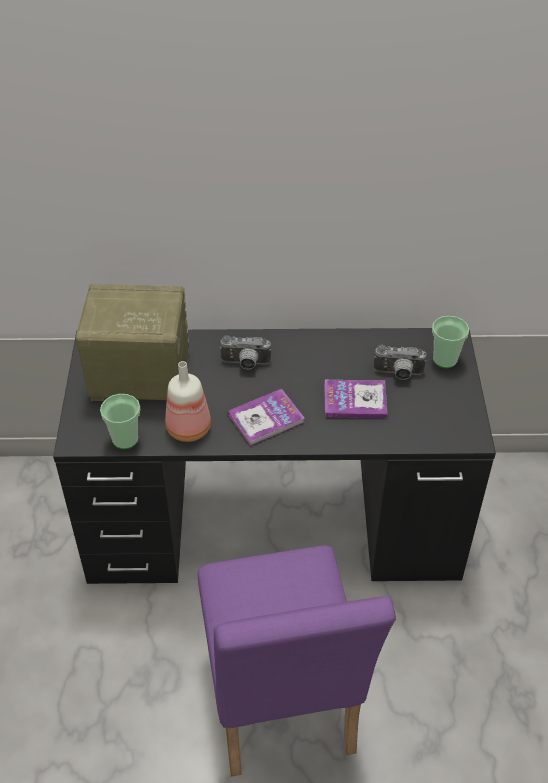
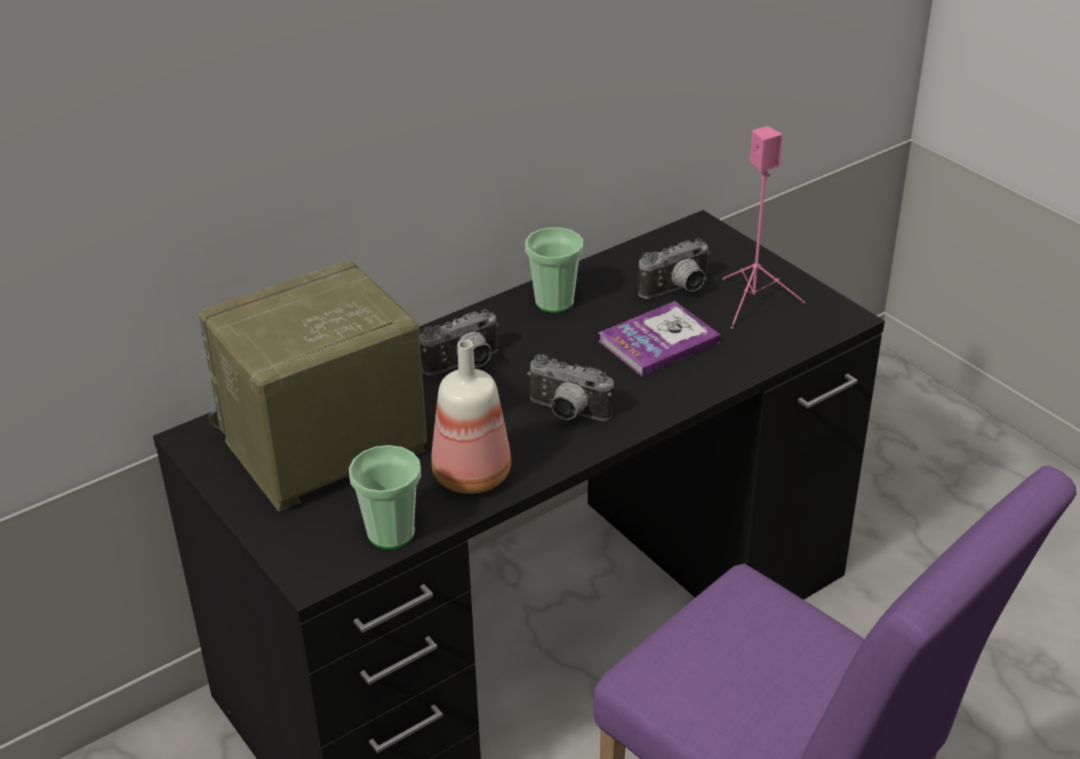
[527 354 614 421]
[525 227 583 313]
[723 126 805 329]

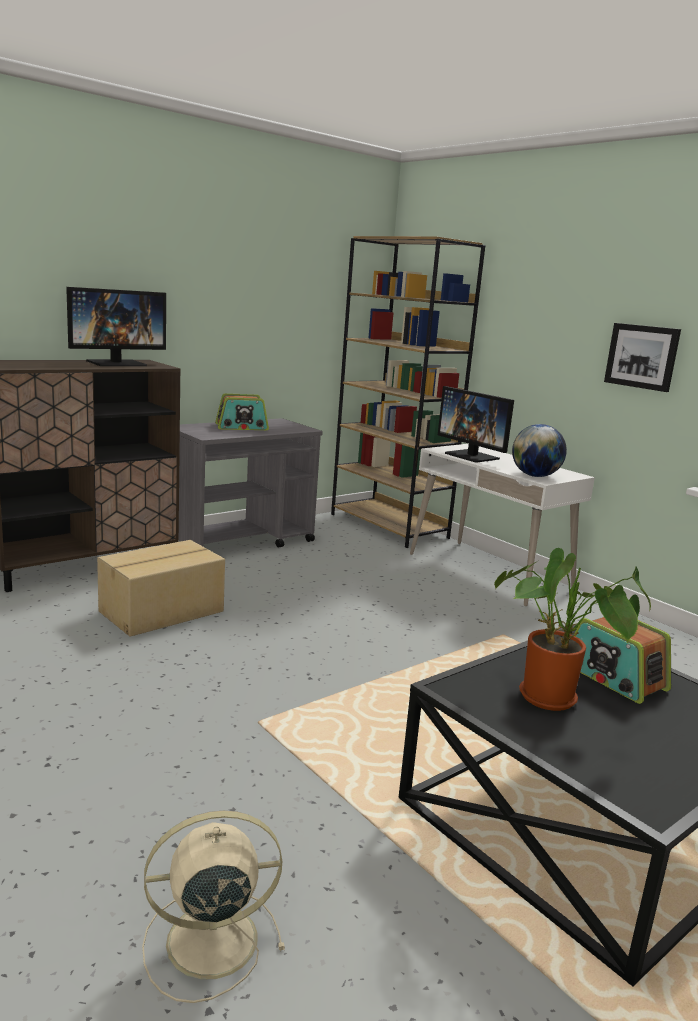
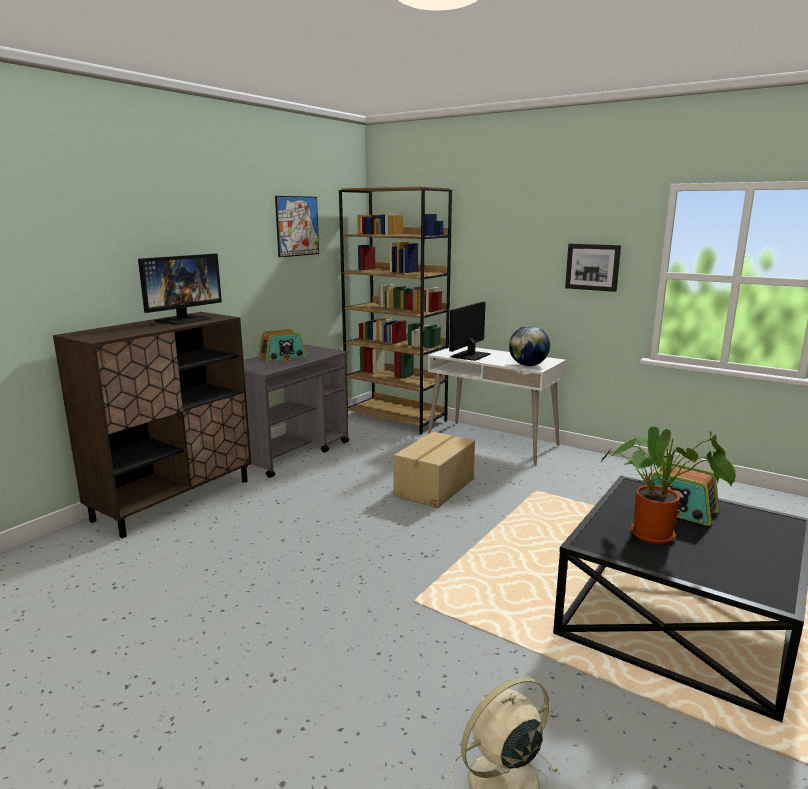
[393 432 475 508]
[449 301 490 361]
[275 196 319 257]

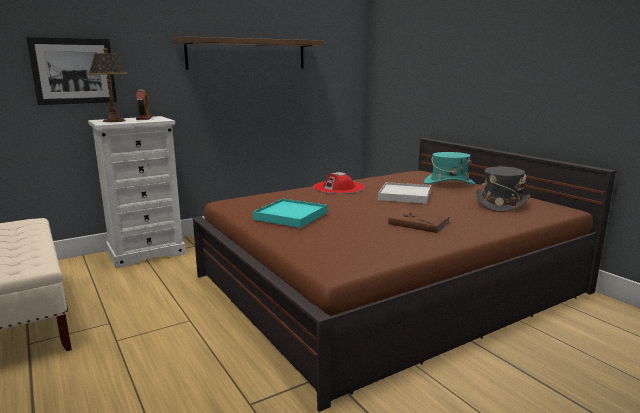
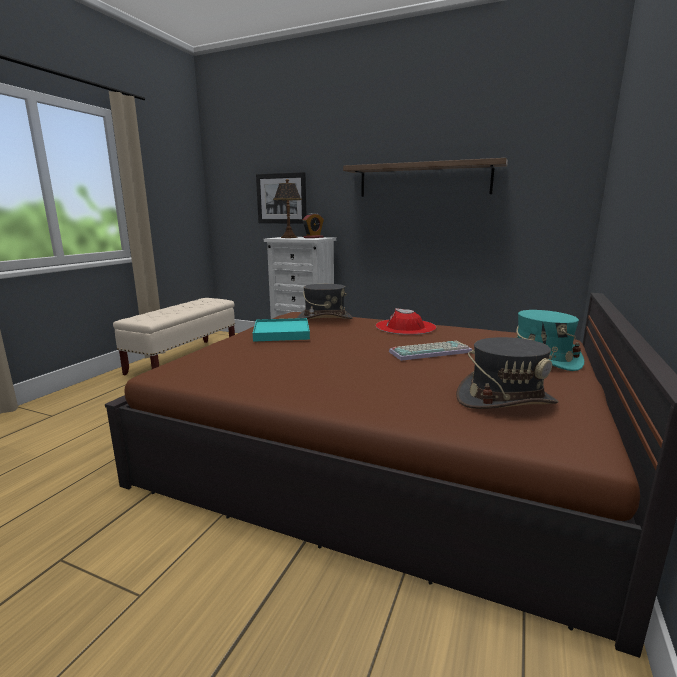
[389 341 472 361]
[388 209 450 233] (first image)
[297 284 353 320]

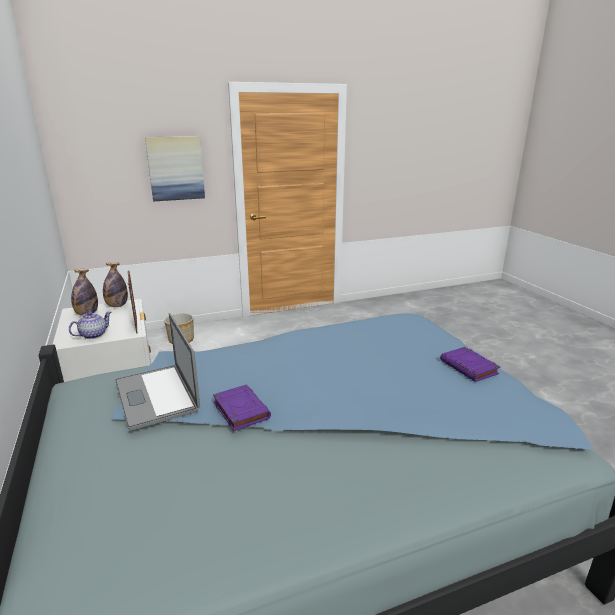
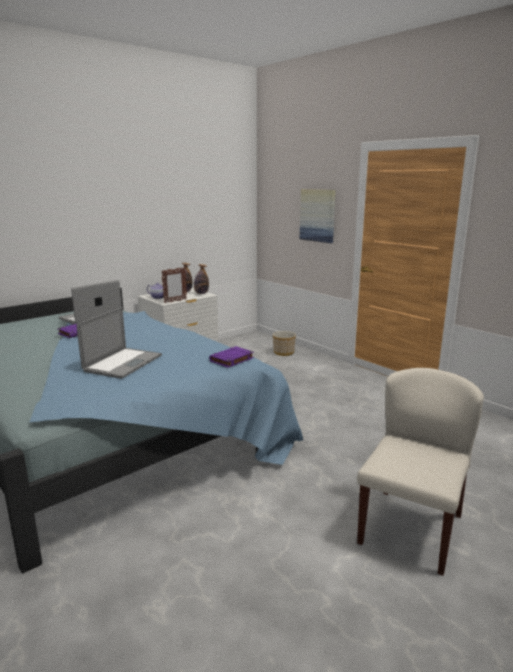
[209 346 254 368]
[77 307 162 379]
[357 368 484 576]

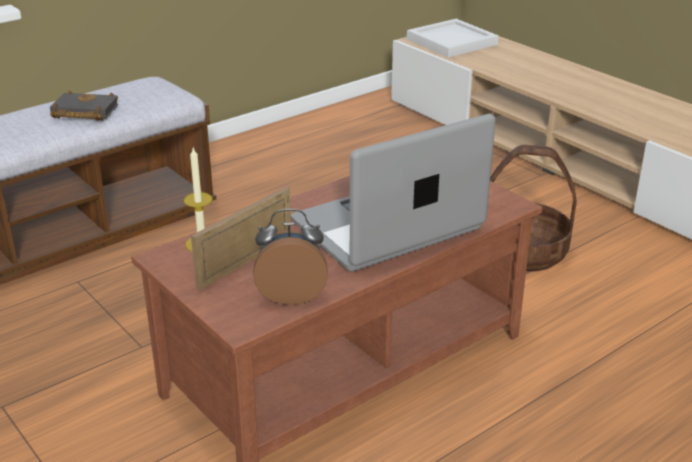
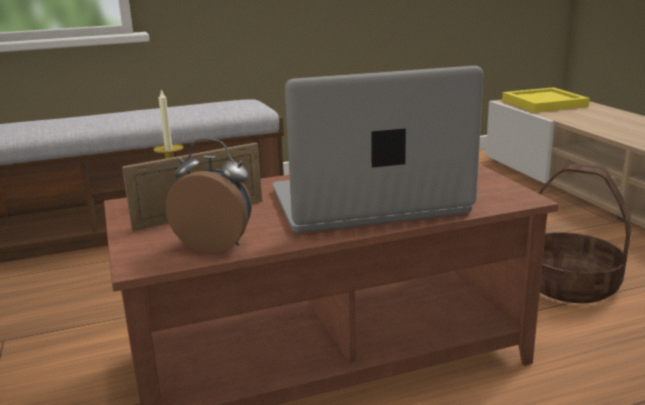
[50 91 119 121] (first image)
[502 87 590 113]

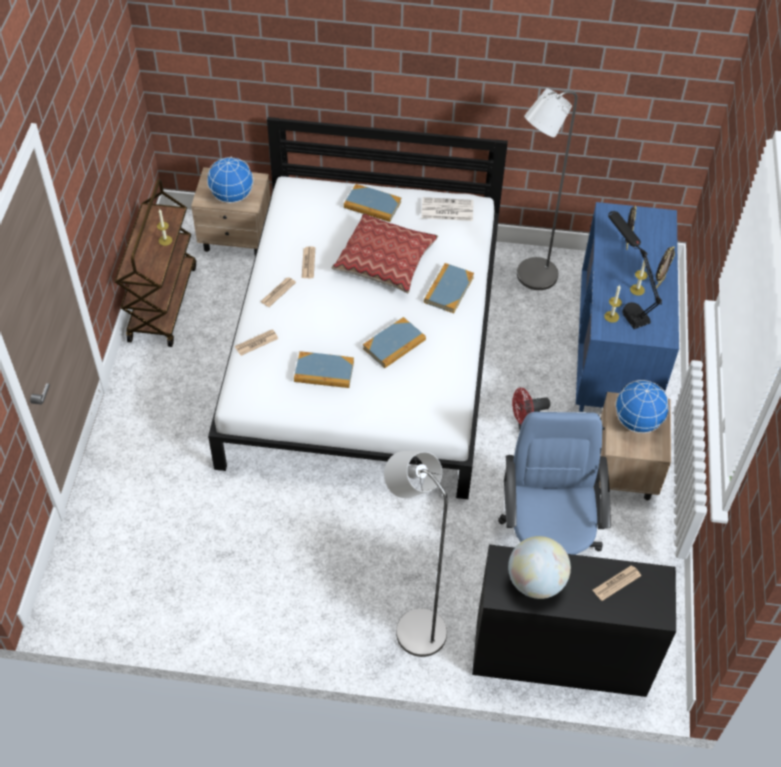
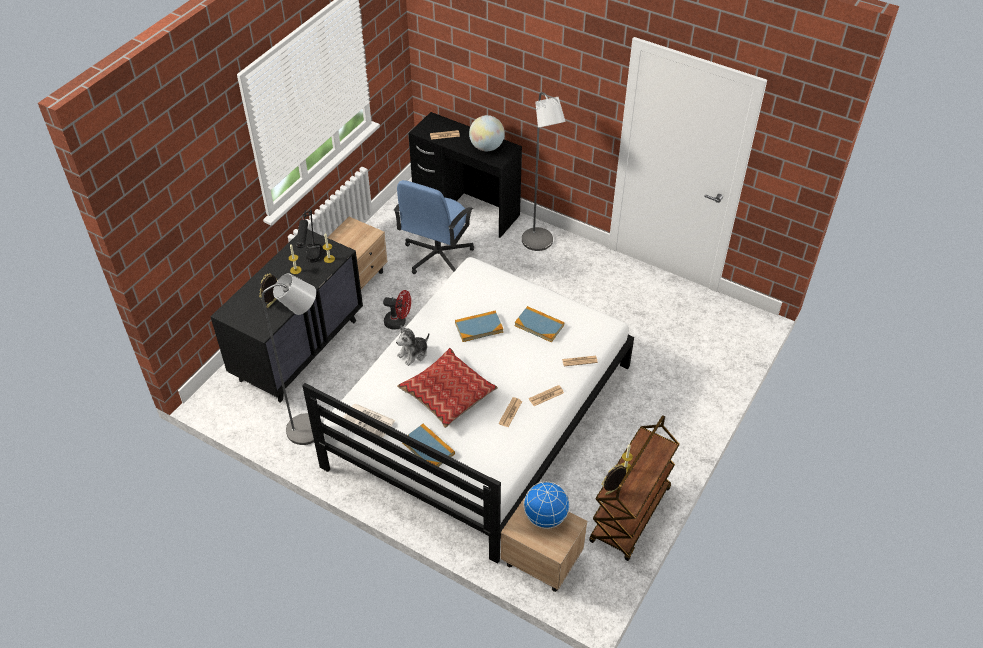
[396 325 429 366]
[210 229 363 403]
[616 380 669 433] (first image)
[601 464 627 495]

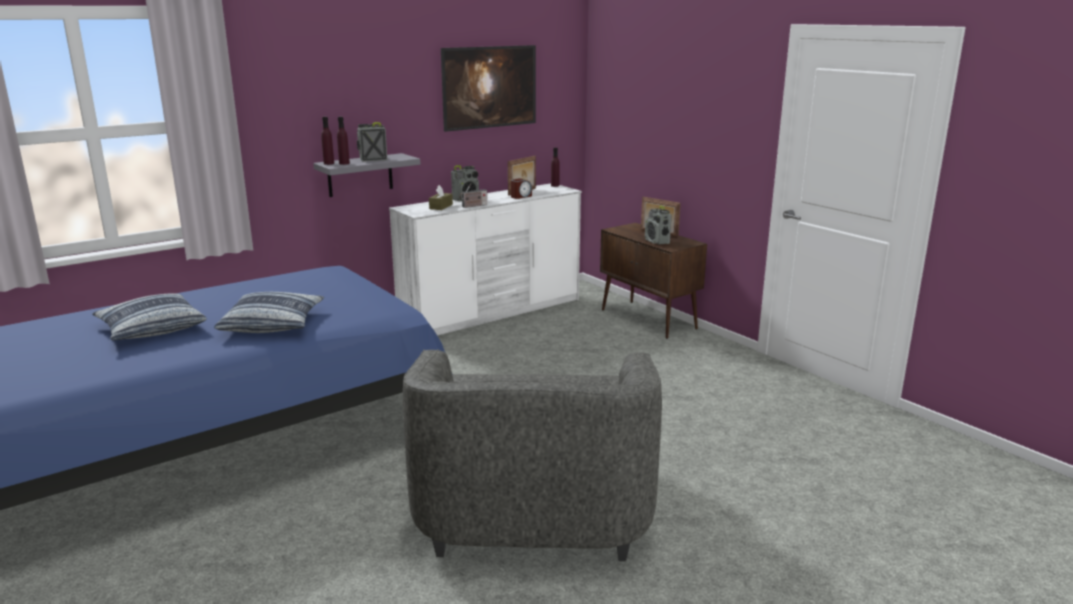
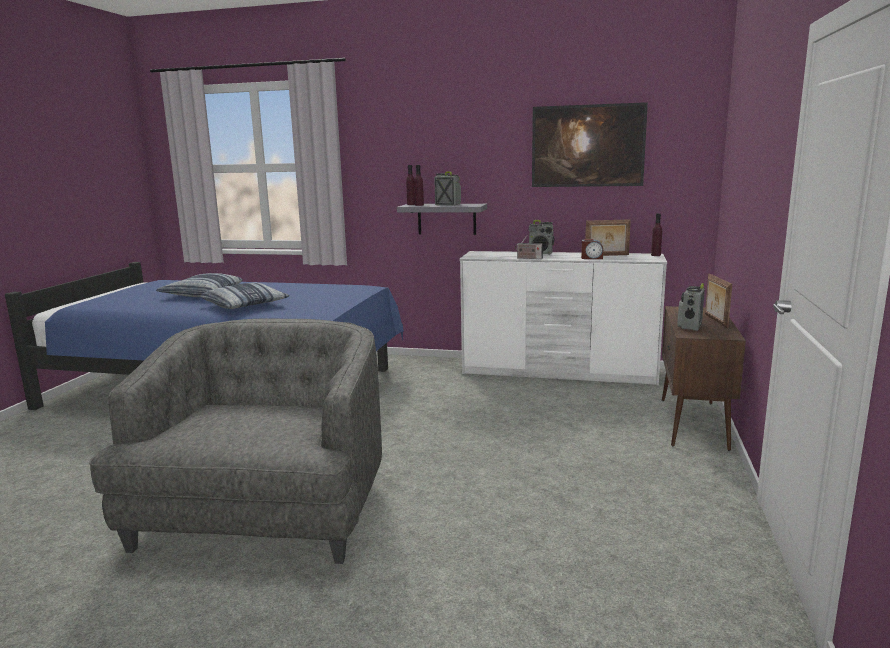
[89 318 382 564]
[429 185 453 210] (first image)

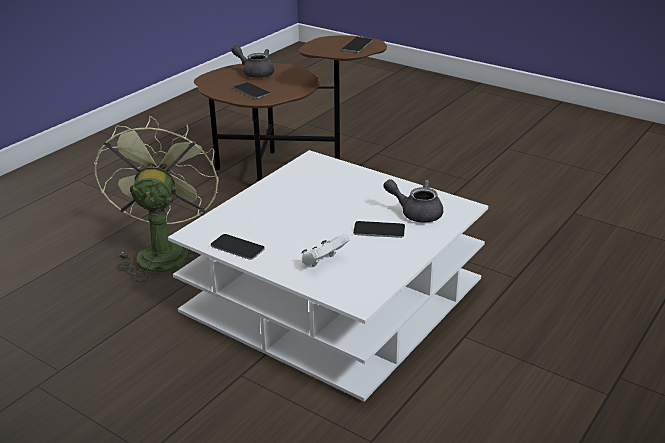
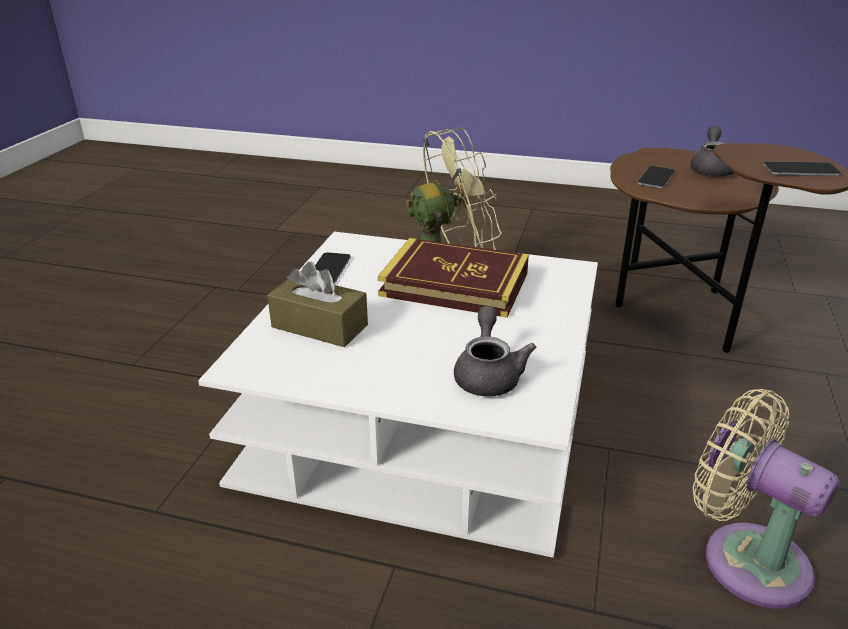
[267 261 368 347]
[353 221 405 238] (first image)
[378 238 529 318]
[693 389 840 609]

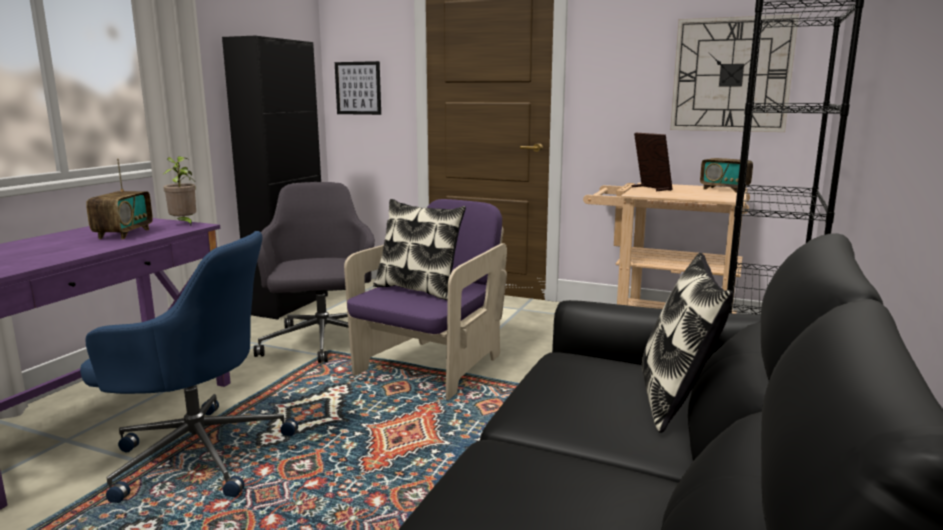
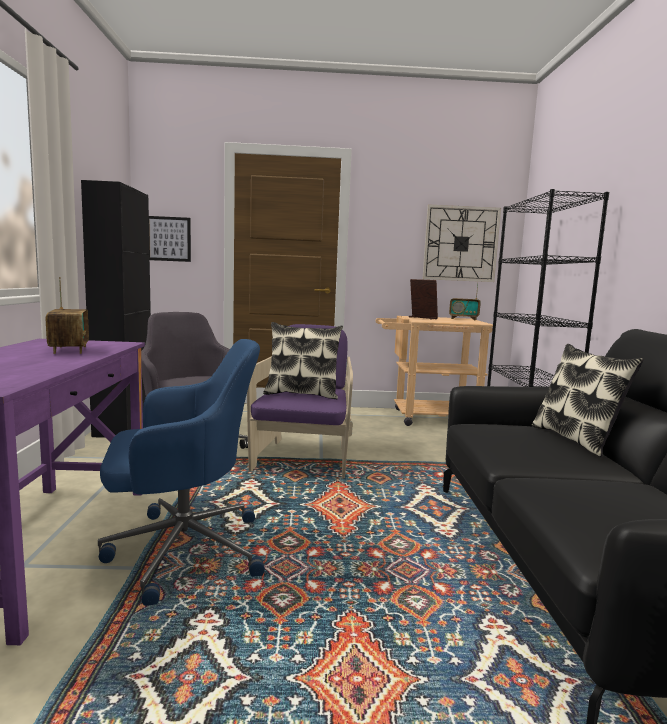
[163 156 196 226] (first image)

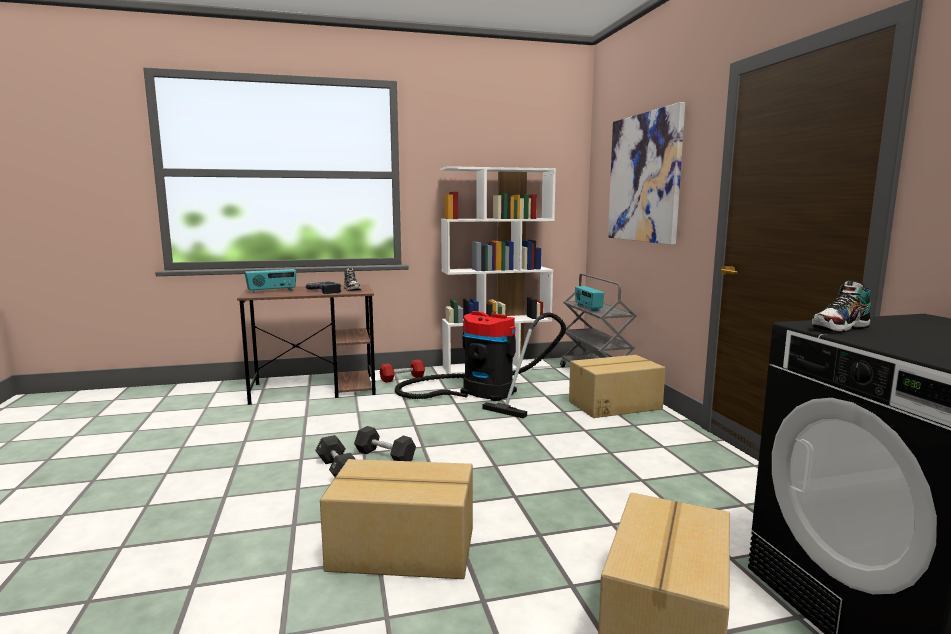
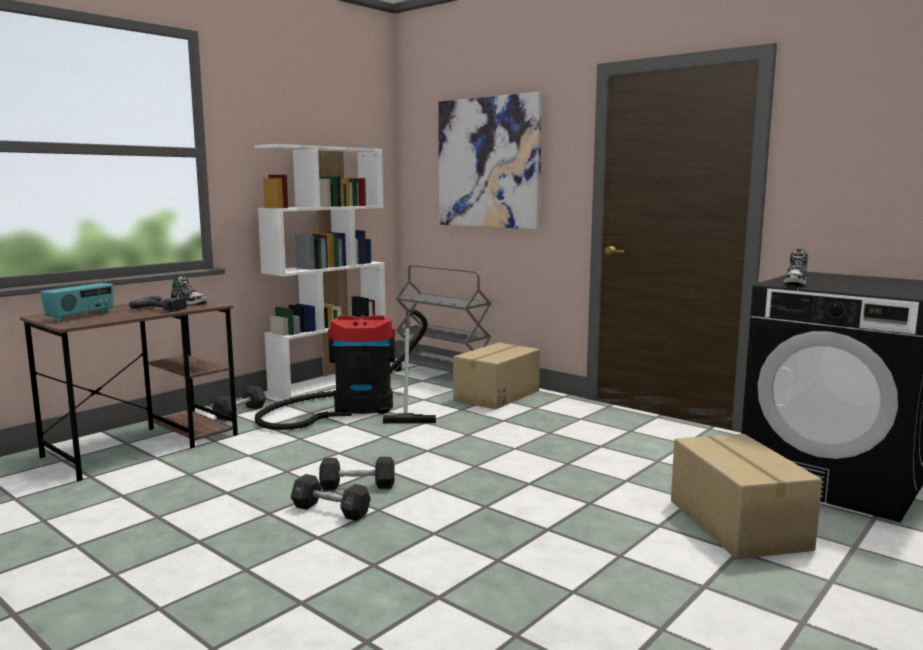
[320 459 473 579] (first image)
[212 386 266 421]
[575 286 604 311] (first image)

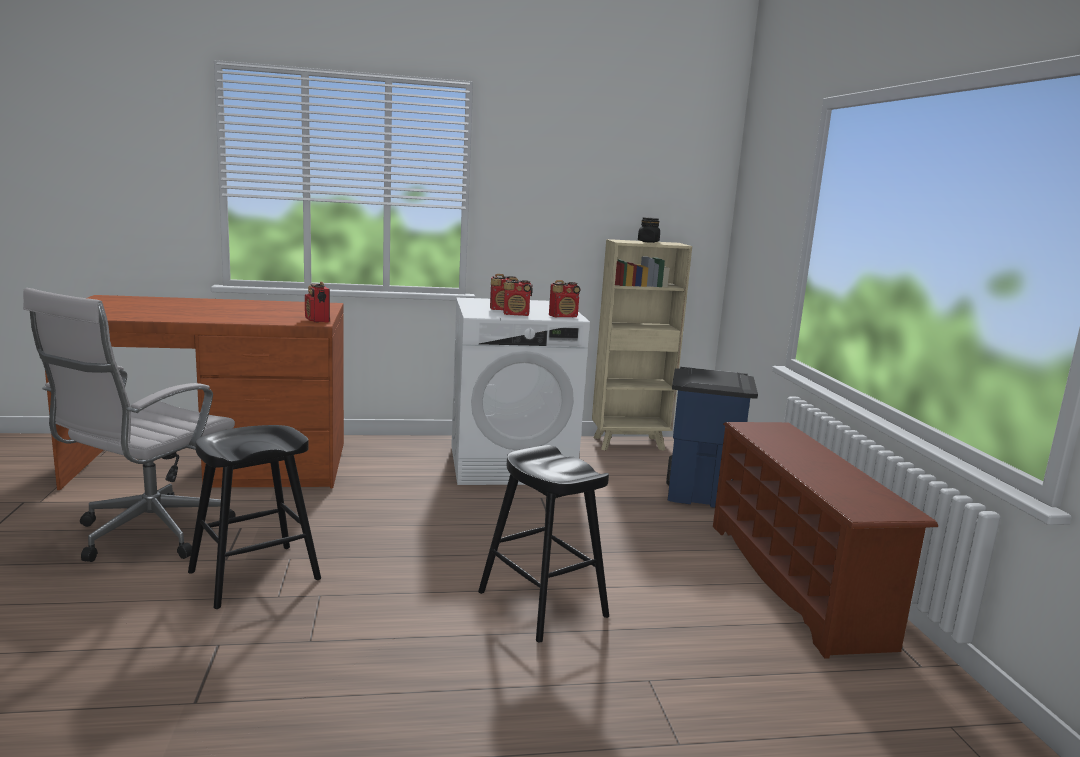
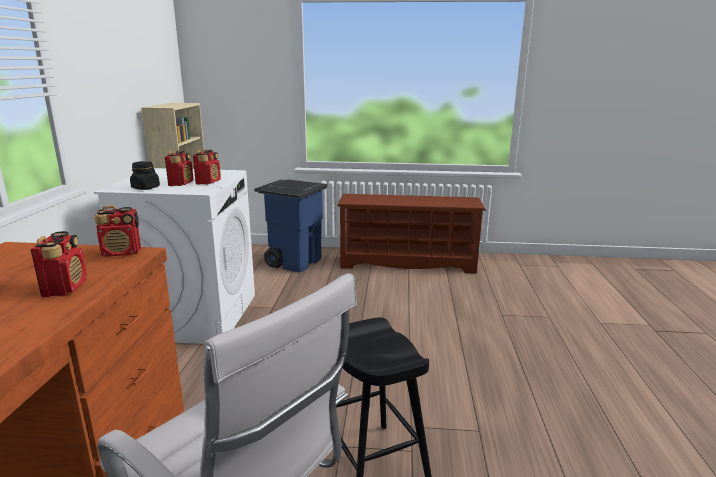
[478 445 609 643] (first image)
[31 231 87 297]
[130 161 160 190]

